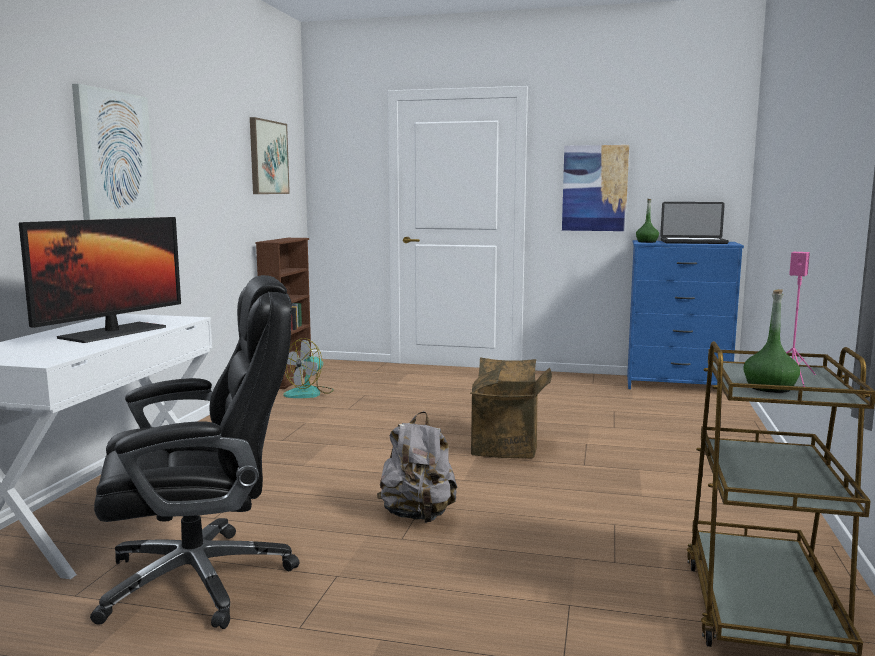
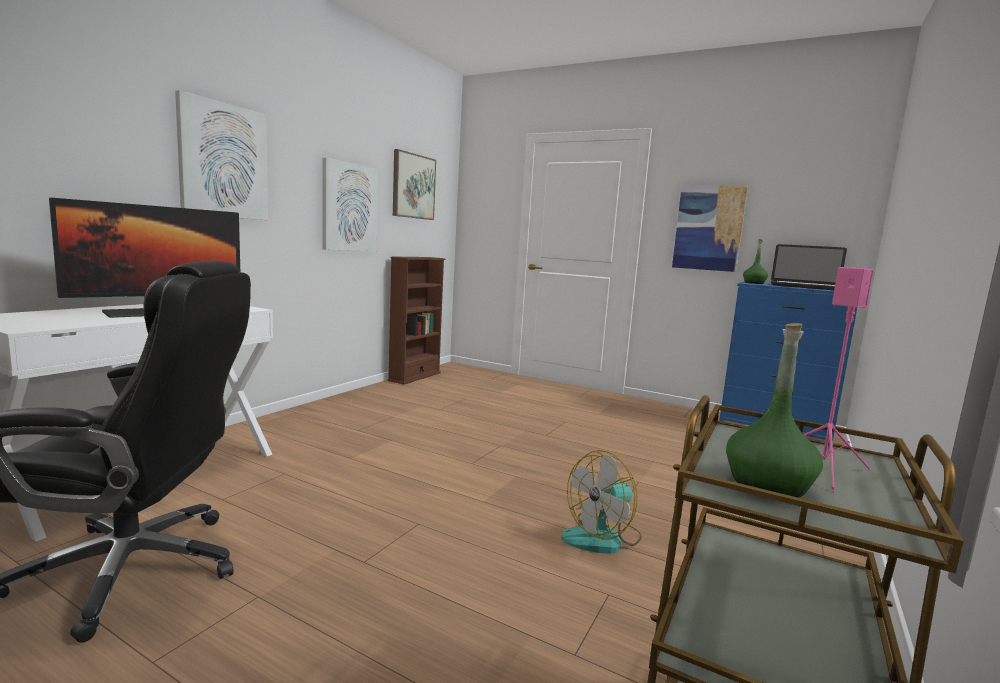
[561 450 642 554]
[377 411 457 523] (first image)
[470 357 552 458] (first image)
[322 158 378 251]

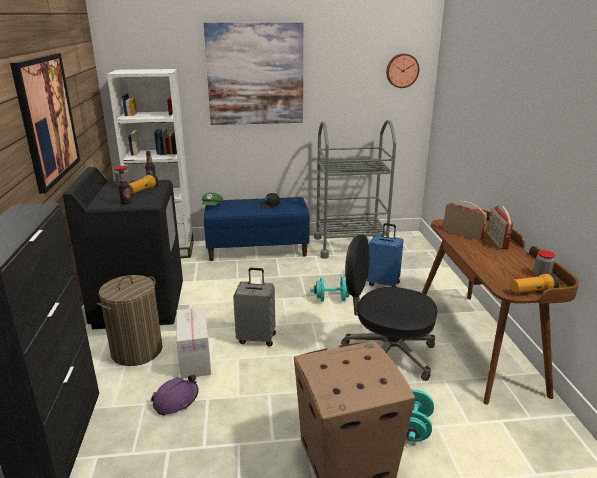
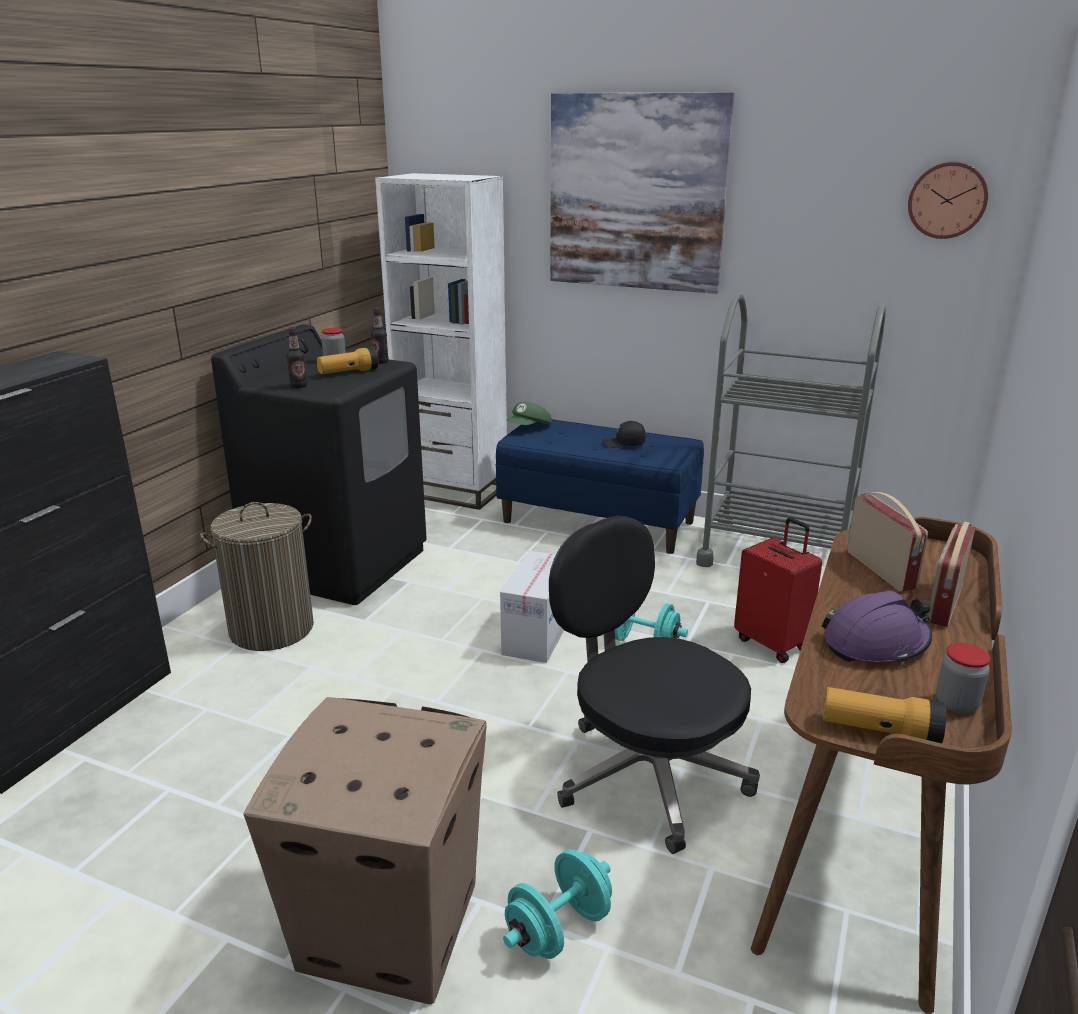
[10 53 80 194] (first image)
[821 591 932 665]
[500 551 564 663]
[233 268 276 347] (first image)
[734 517 822 663]

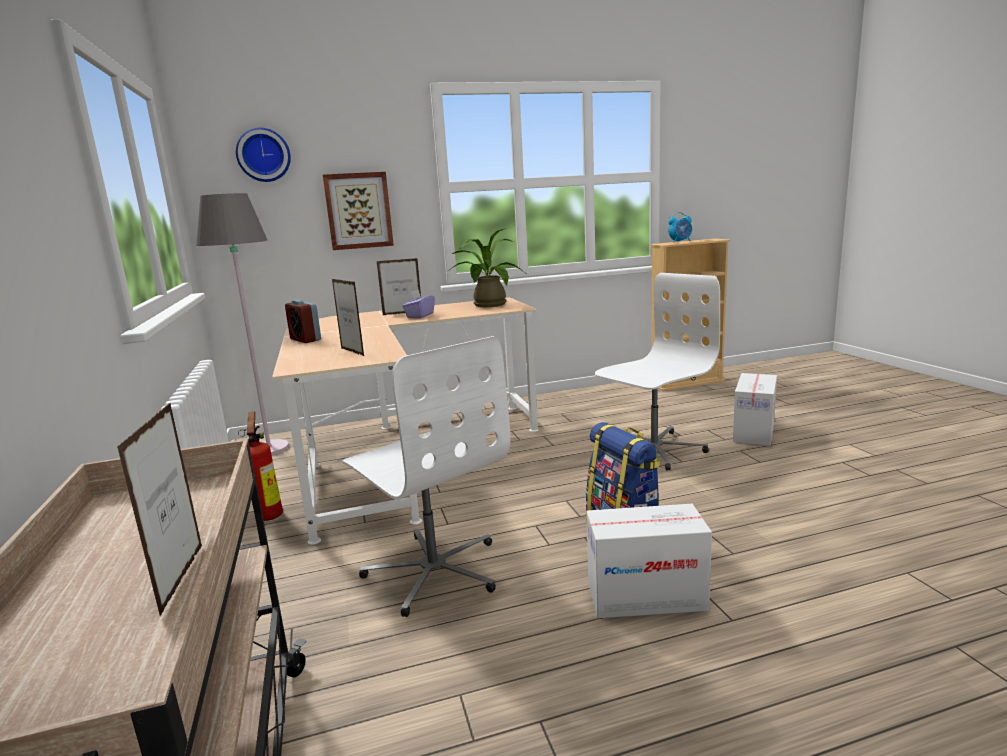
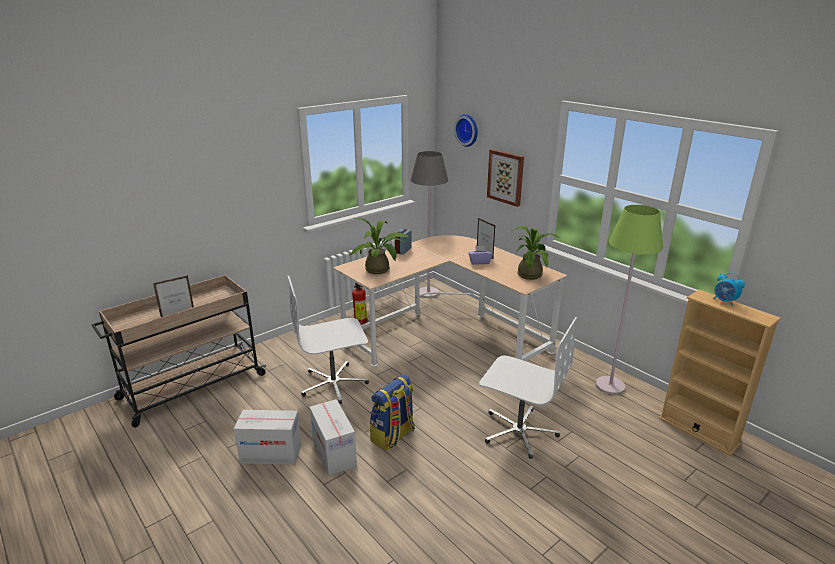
[350 218 409 274]
[288 276 369 404]
[234 410 301 465]
[596 205 663 395]

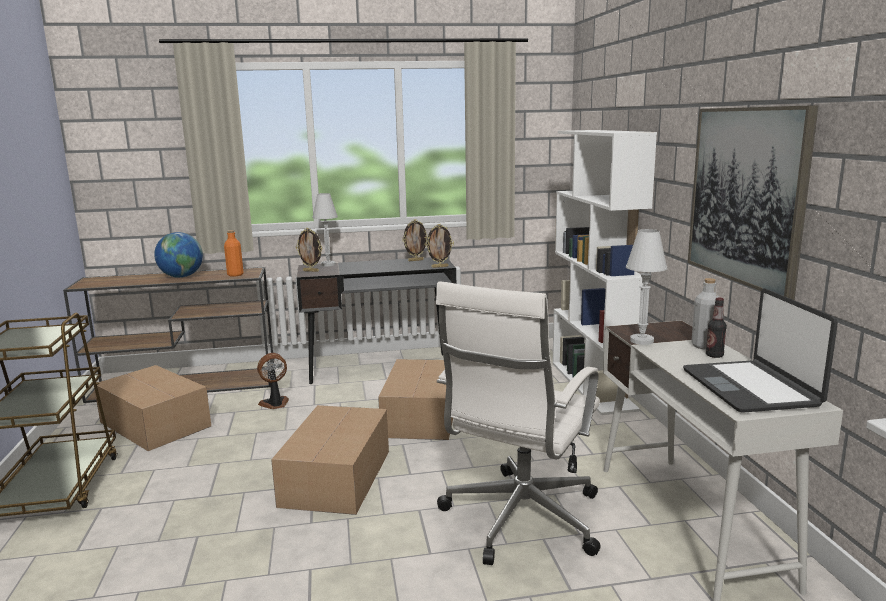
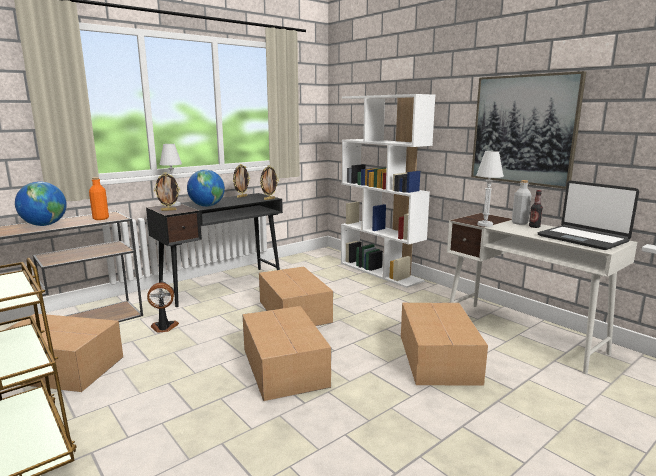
[147 282 179 333]
[401 303 488 385]
[187 170 225 207]

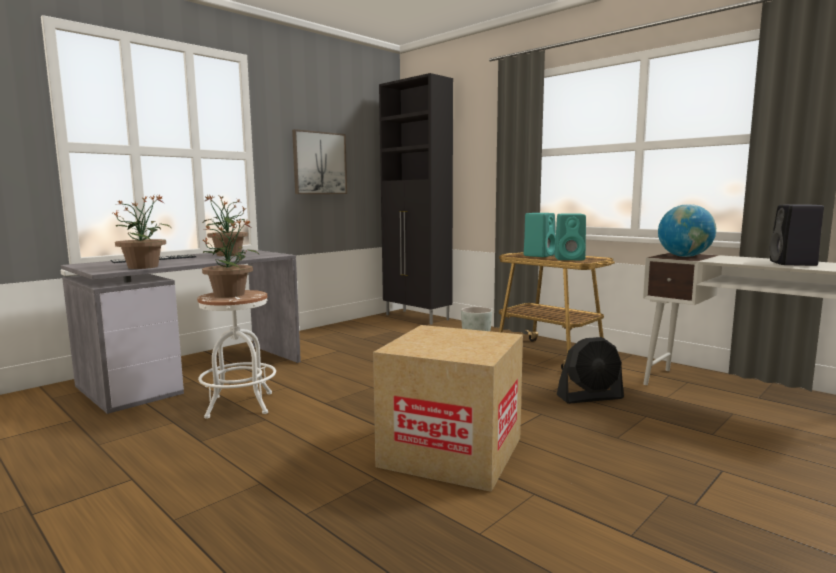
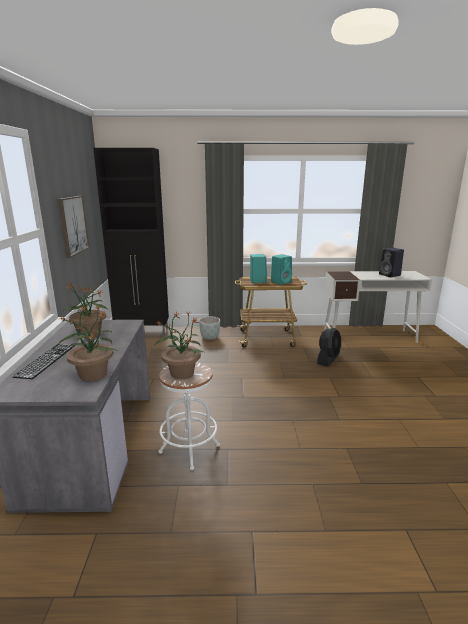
[373 325 523 492] (first image)
[658 204 716 257] (first image)

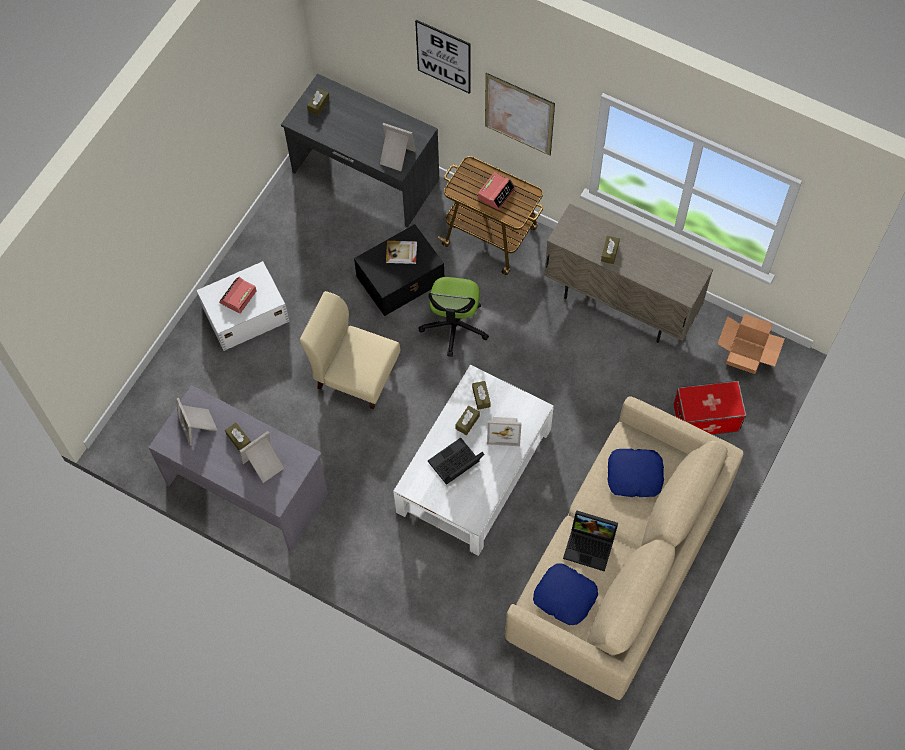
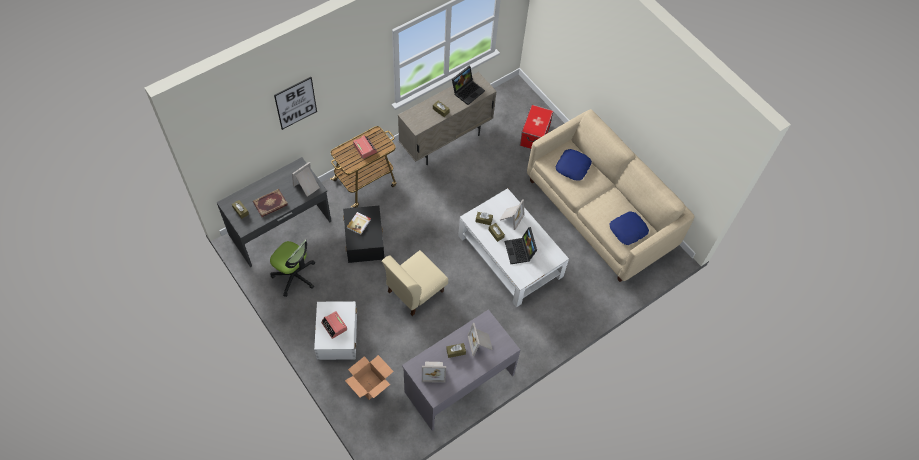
[270 239 315 297]
[485 73 555 156] (first image)
[452 66 485 105]
[345 355 394 400]
[253 189 288 217]

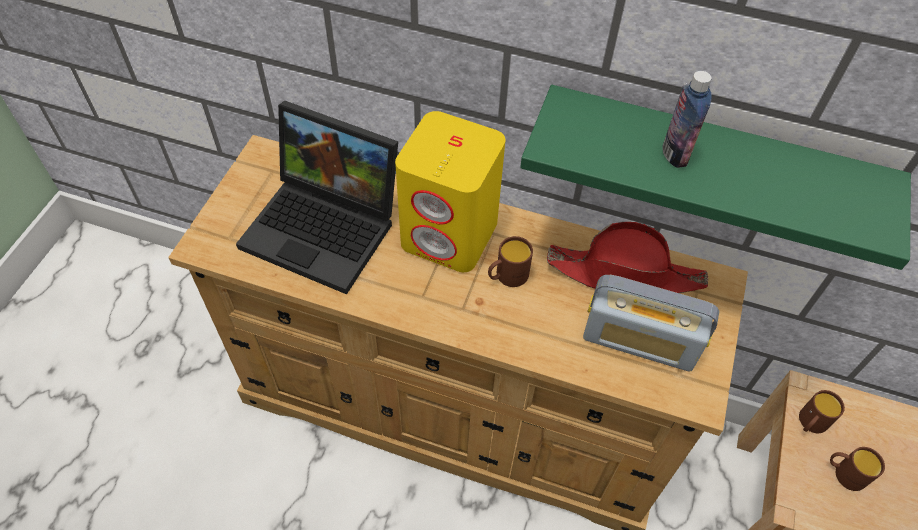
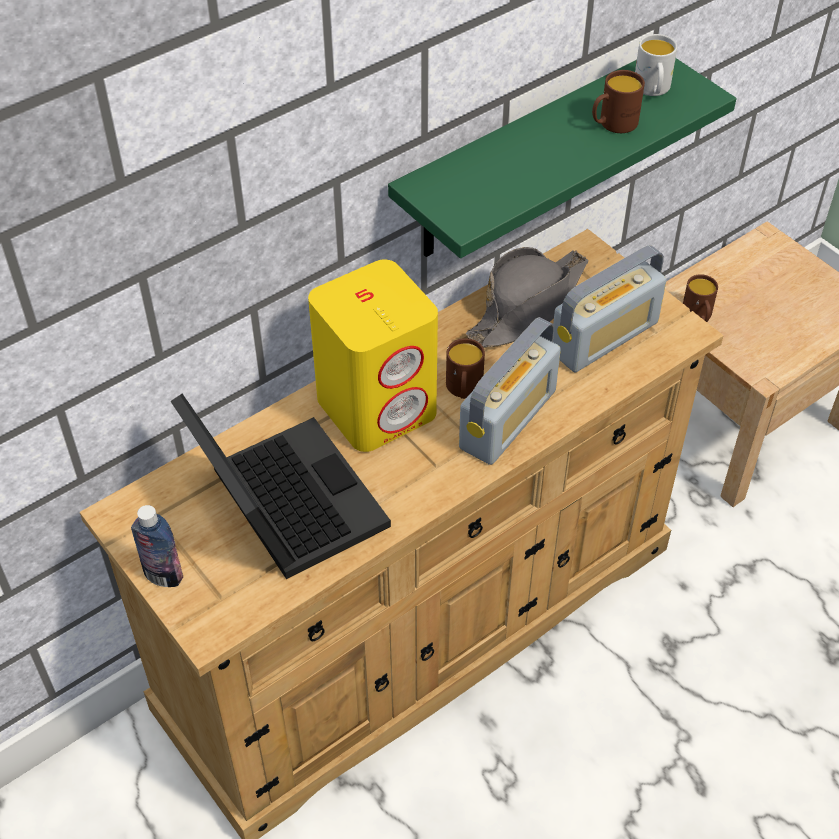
[171 394 391 579]
[466 247 588 348]
[131 505 183 587]
[592 70 645 133]
[459 317 561 465]
[635 34 677 96]

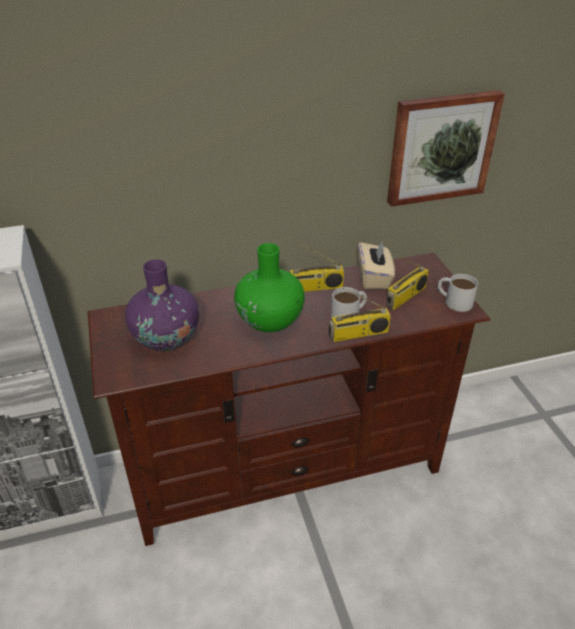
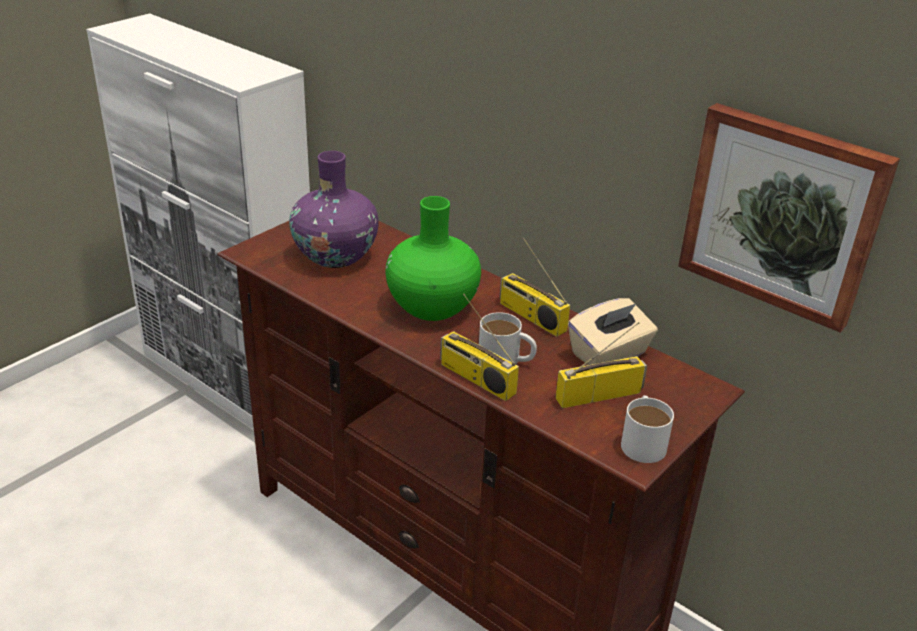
[555 322 647 408]

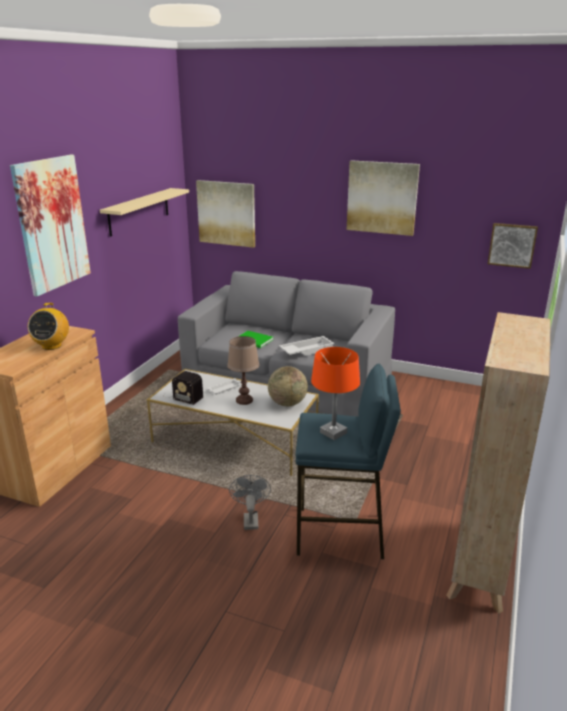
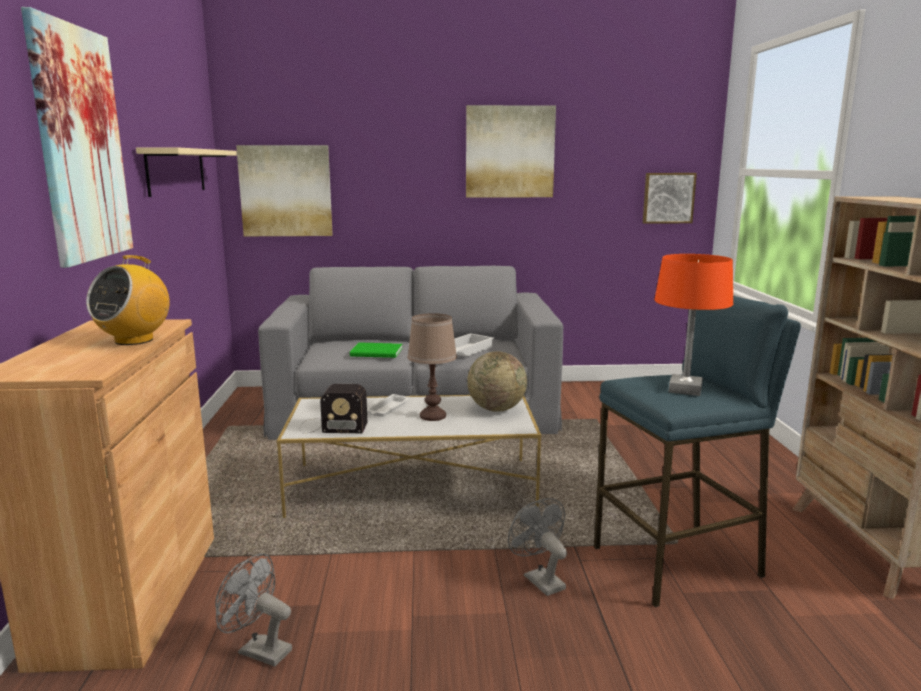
[86 255 170 345]
[215 553 292 667]

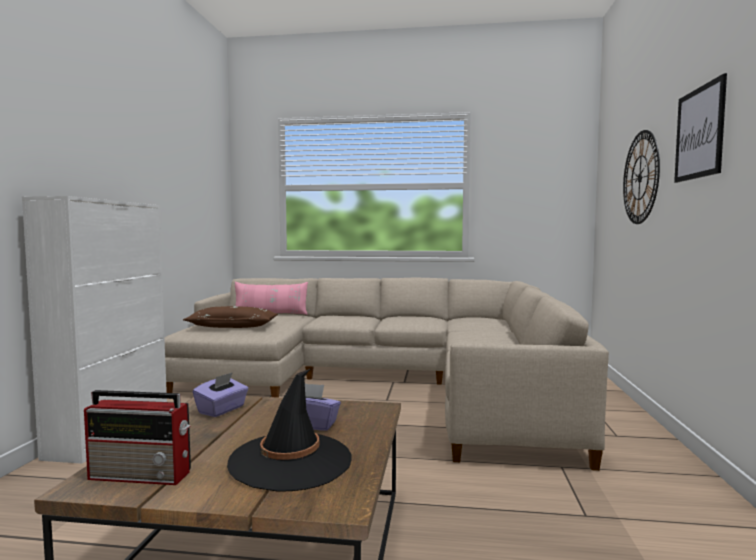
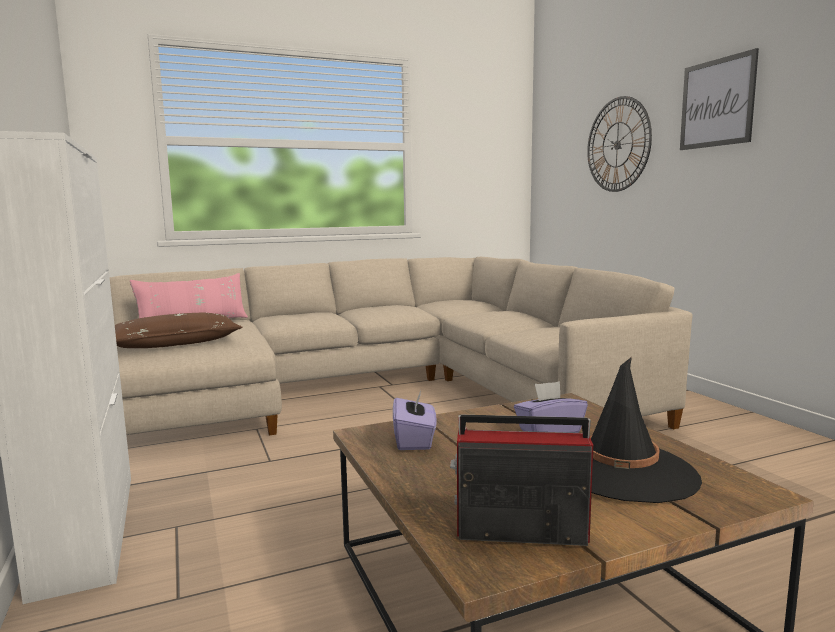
[450 415 594 546]

